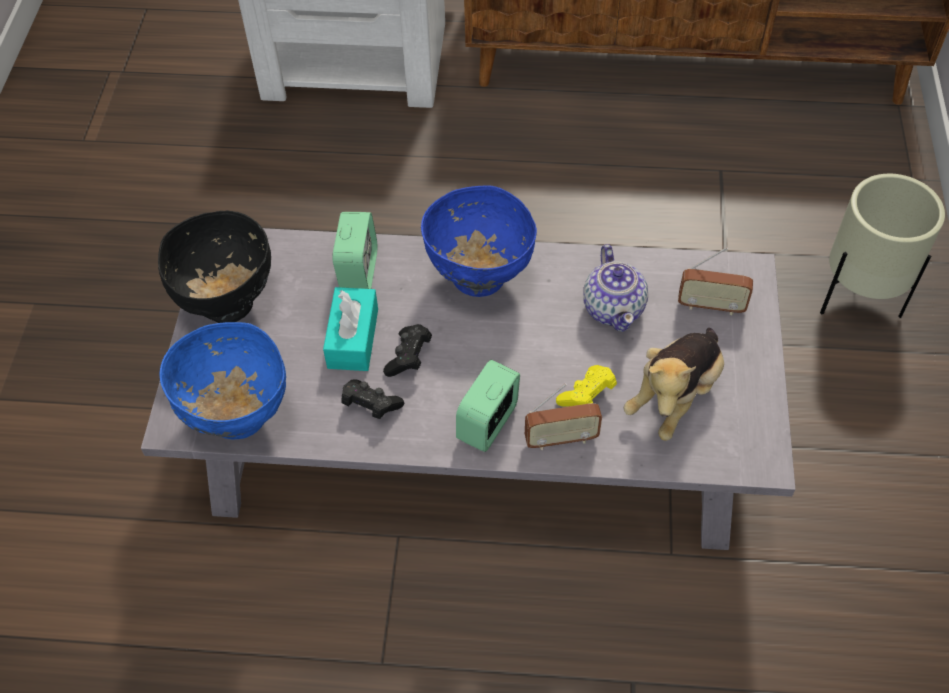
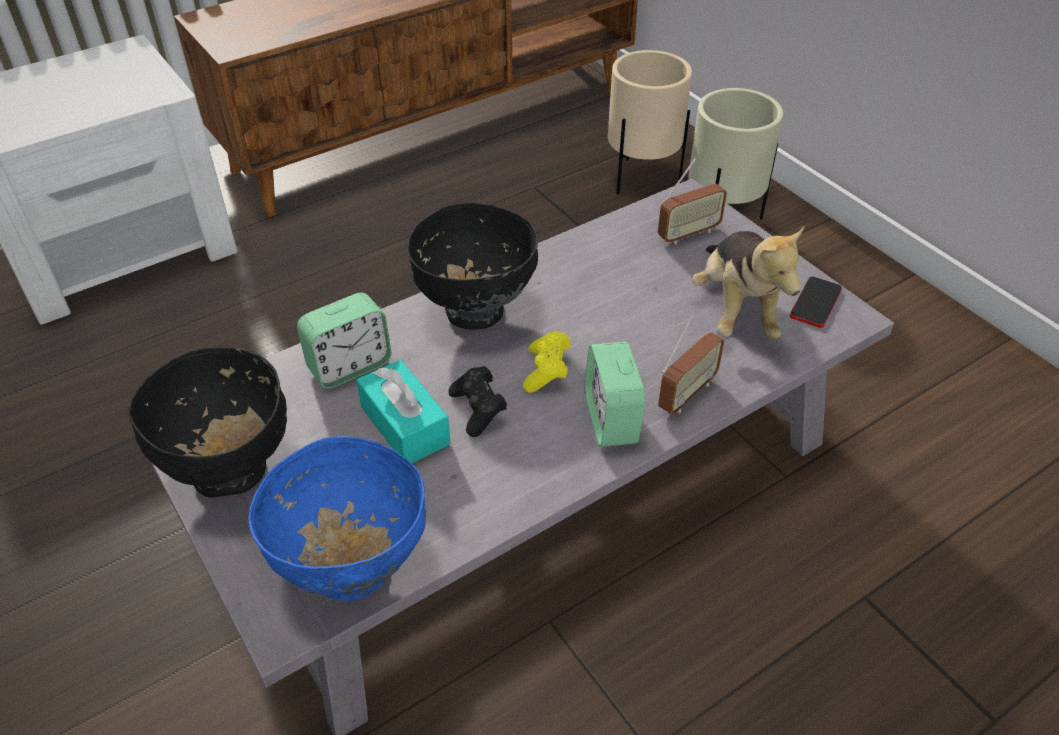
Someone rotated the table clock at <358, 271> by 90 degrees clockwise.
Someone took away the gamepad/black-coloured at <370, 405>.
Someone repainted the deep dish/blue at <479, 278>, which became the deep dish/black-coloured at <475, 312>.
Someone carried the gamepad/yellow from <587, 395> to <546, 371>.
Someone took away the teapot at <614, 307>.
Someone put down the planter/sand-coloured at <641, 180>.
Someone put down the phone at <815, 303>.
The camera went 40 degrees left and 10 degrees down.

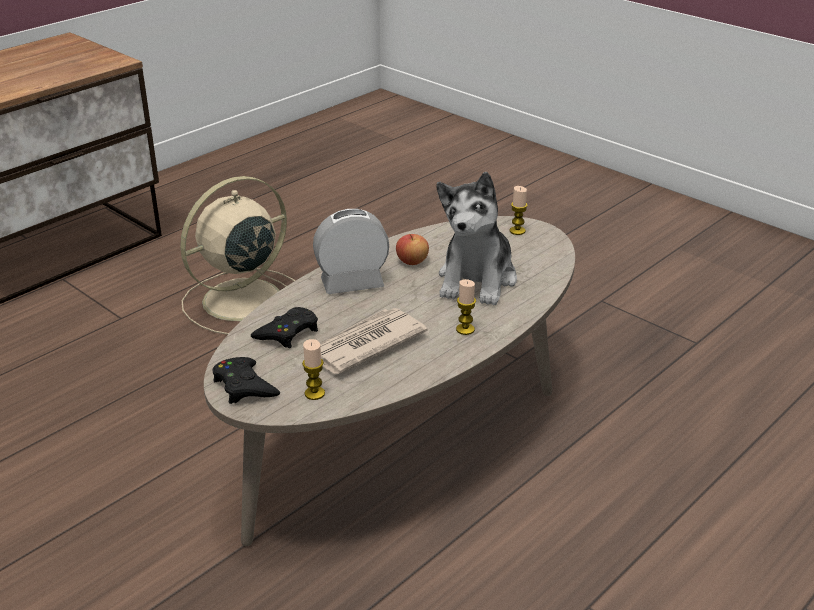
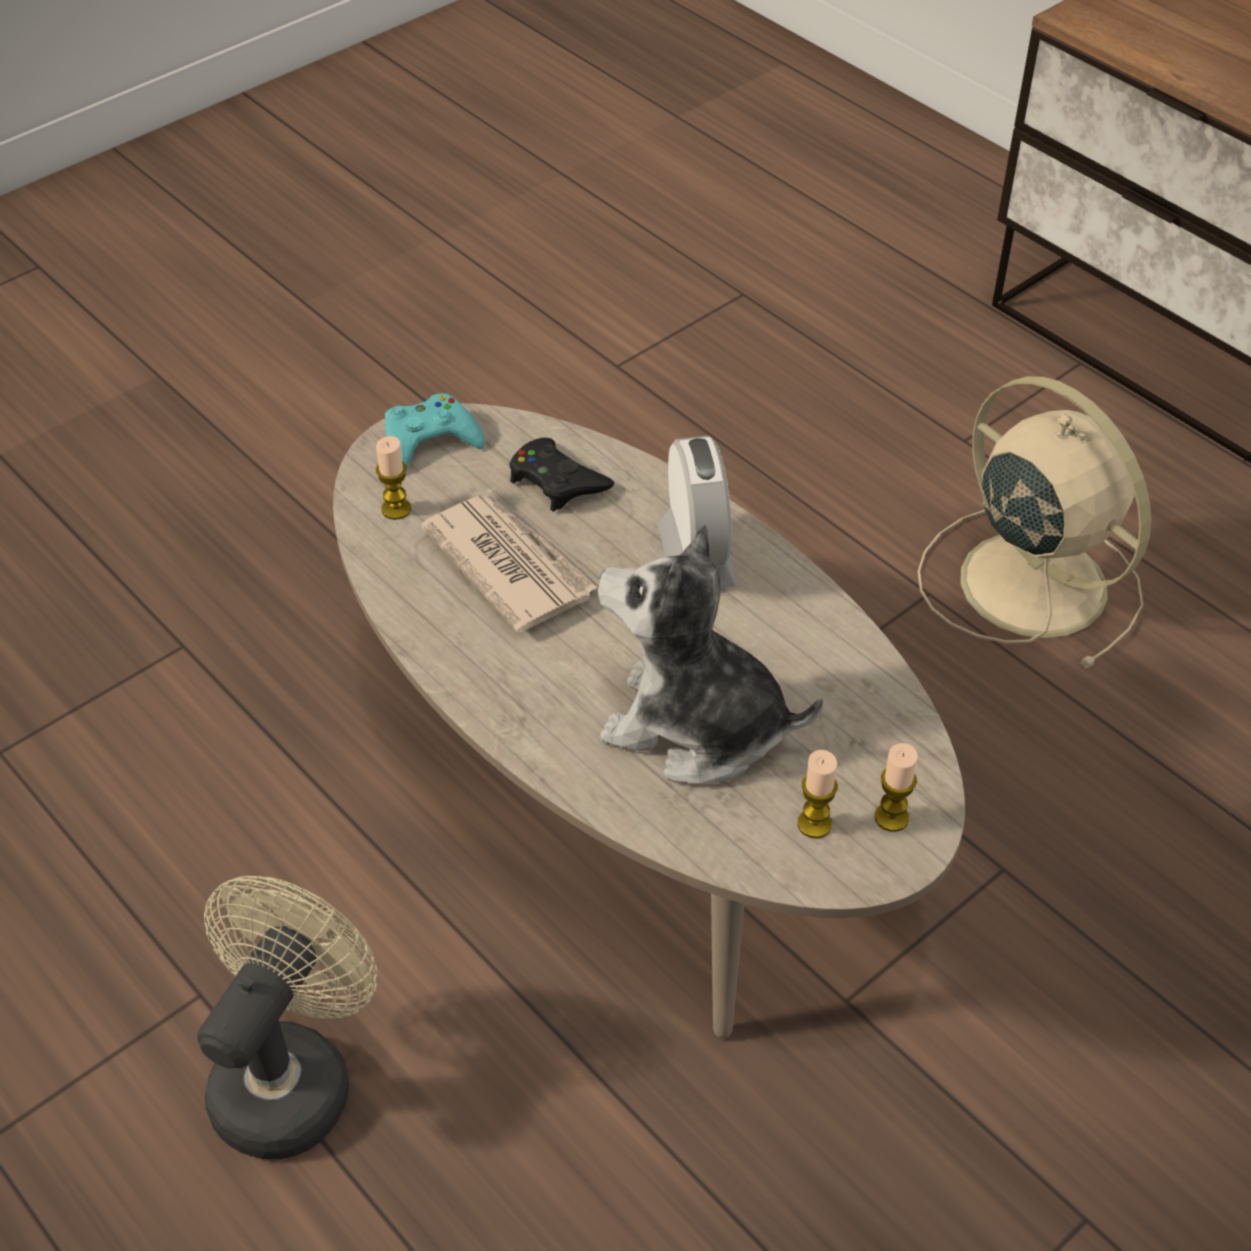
Someone repainted the gamepad/black-coloured at <244, 386>, which became the gamepad/turquoise-coloured at <429, 440>.
Someone took away the apple fruit at <412, 261>.
Someone carried the wax candle from <465, 329> to <814, 824>.
Someone put down the fan/sand-coloured at <292, 1075>.
The camera went 95 degrees right and 15 degrees up.

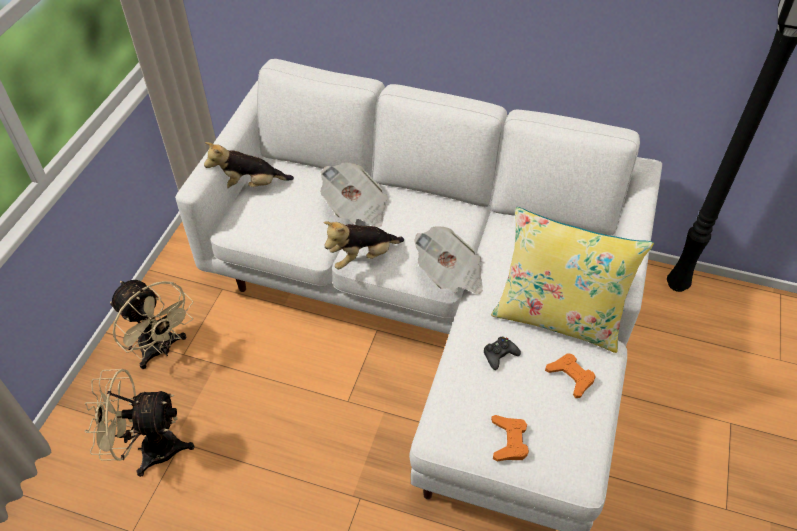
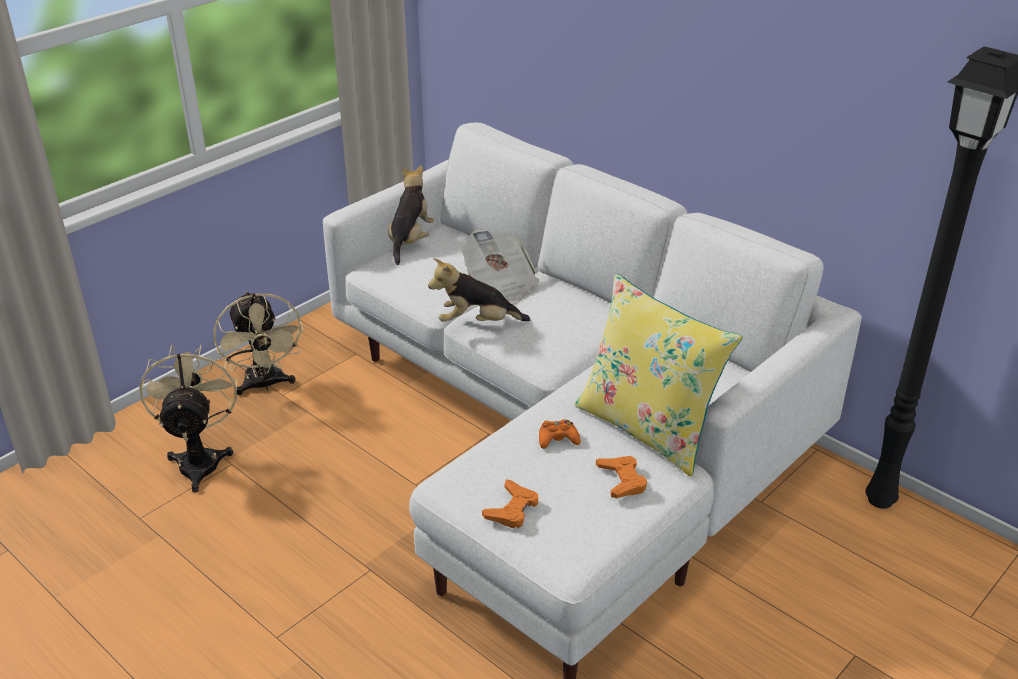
Someone rotated the fan/sand-coloured at <149, 448> by 60 degrees clockwise.
Someone rotated the soft toy at <250, 186> by 90 degrees clockwise.
Someone took away the daily paper at <450, 274>.
Someone repainted the gamepad/black-coloured at <499, 355>, which became the gamepad/orange at <557, 439>.
The camera went 25 degrees right and 15 degrees down.

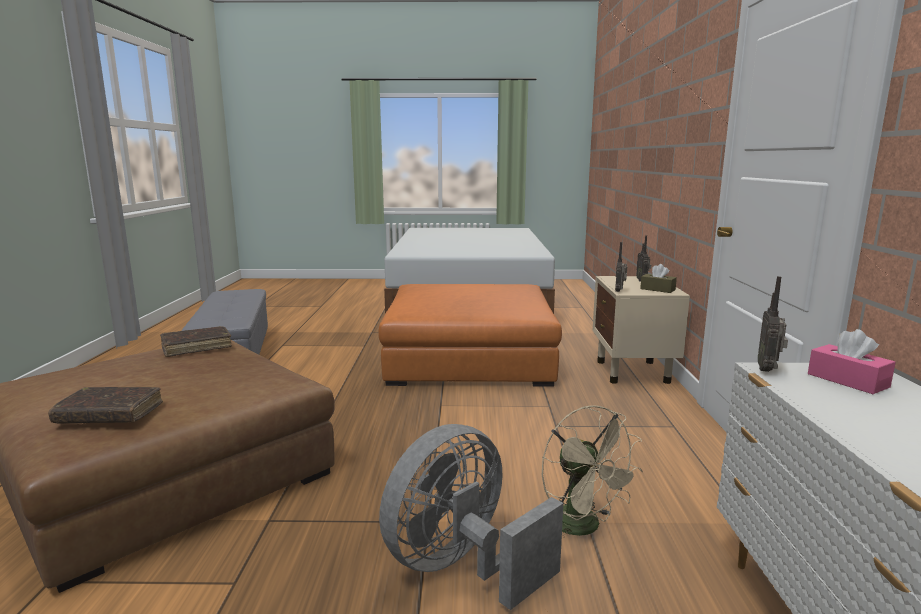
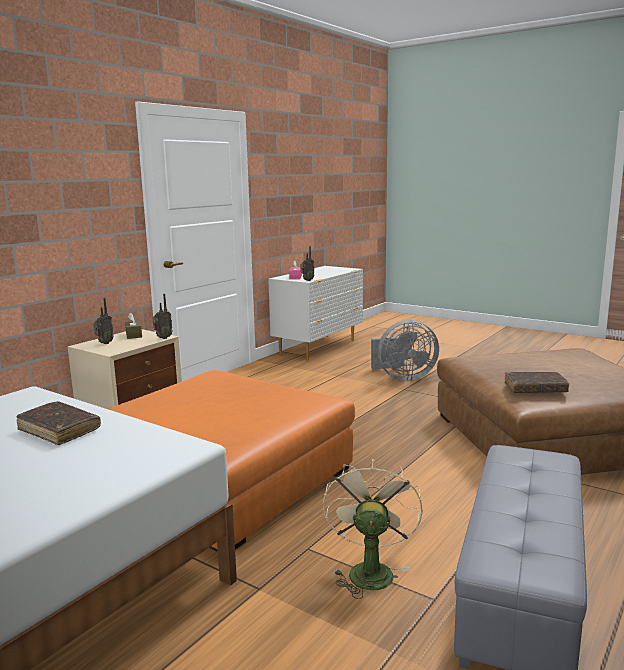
Someone carried the volume/brown from <109, 414> to <59, 430>.
Someone carried the fan/sand-coloured from <584, 527> to <369, 570>.
The camera went 145 degrees left and 0 degrees up.

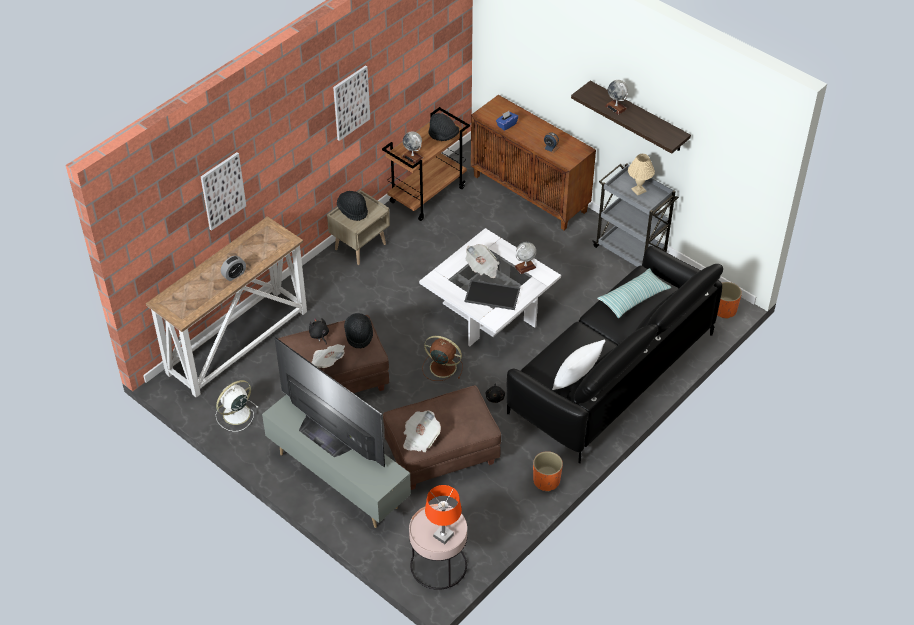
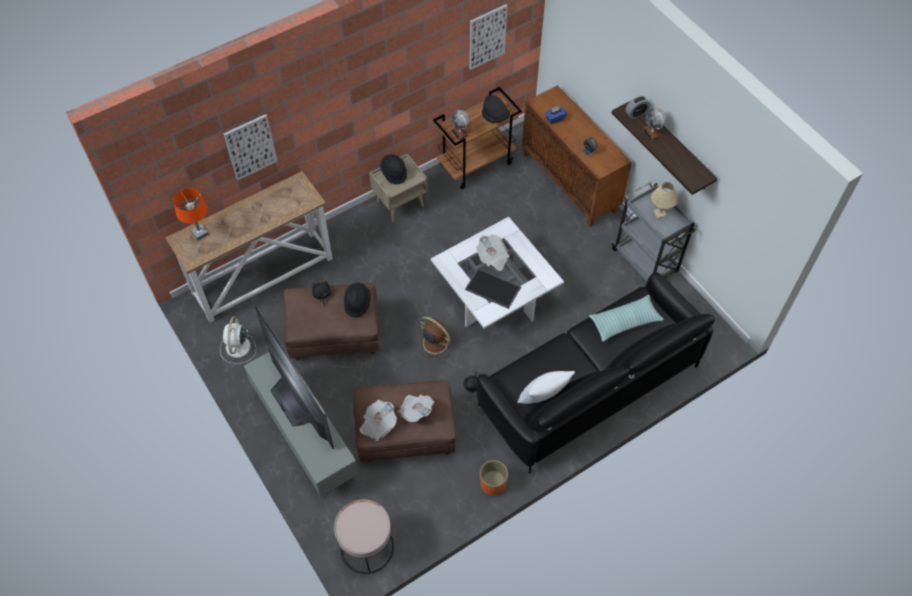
Someone rotated the fan/white at <235, 415> by 60 degrees counterclockwise.
Someone carried the table clock from <234, 275> to <636, 114>.
Someone carried the daily paper from <327, 362> to <415, 411>.
Someone carried the picture from <351, 102> to <487, 36>.
Someone carried the tabletop lamp/orange from <443, 535> to <200, 233>.
Someone took away the world globe at <525, 267>.
Someone took away the planter/orange at <724, 310>.
The camera went 15 degrees right and 10 degrees up.

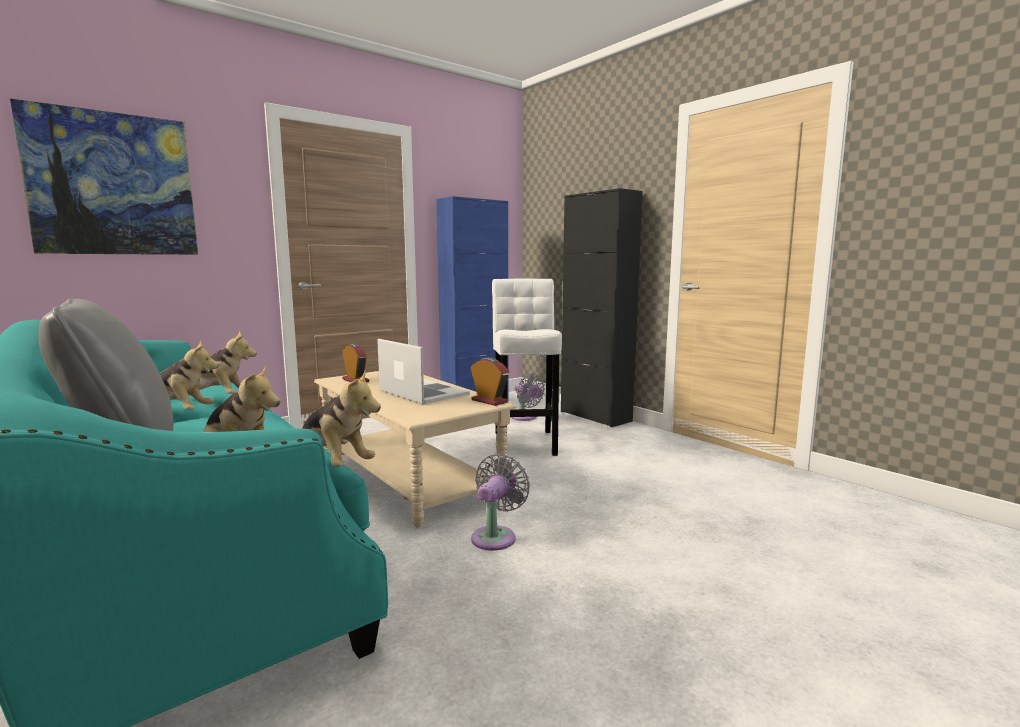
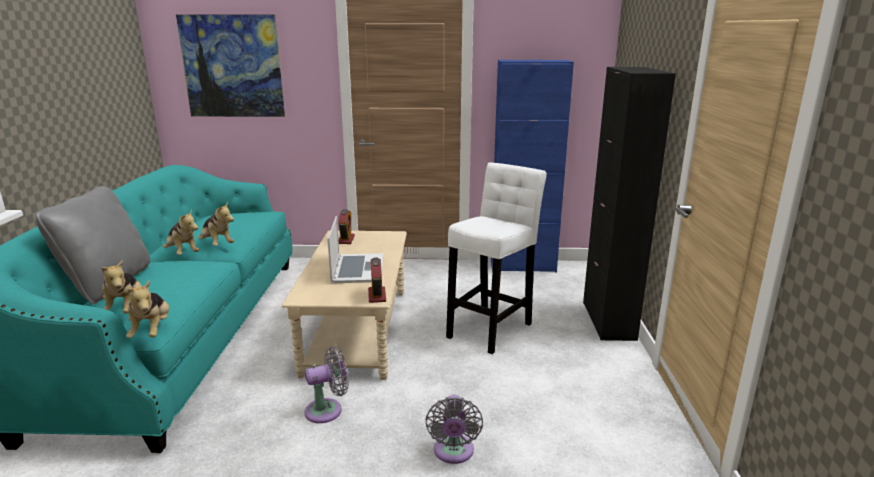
Someone carried the fan/gray from <525, 418> to <453, 453>.
The camera went 40 degrees right and 10 degrees up.

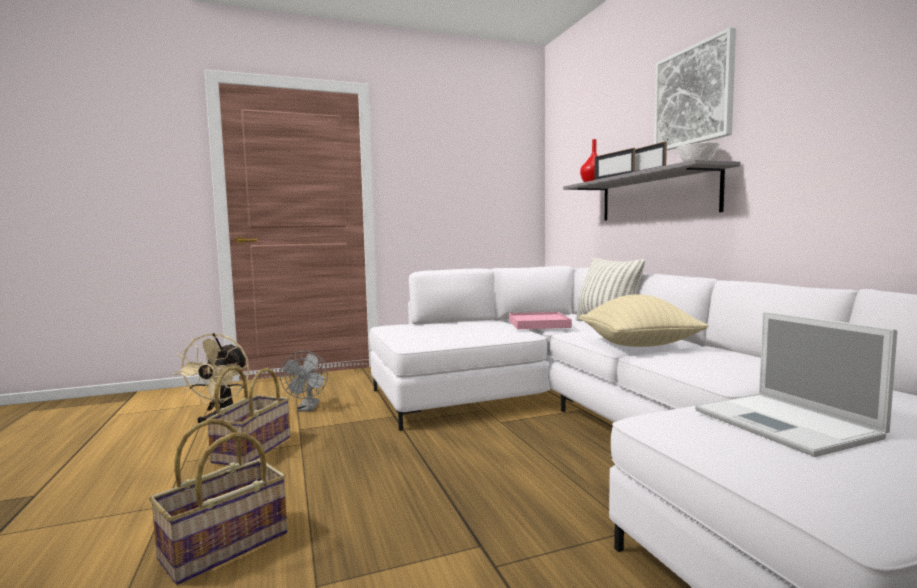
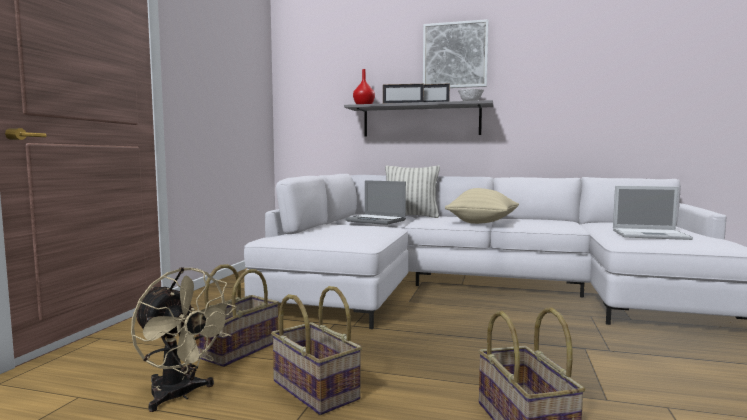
Someone swapped the fan/gray at <307, 409> for the storage basket at <238, 349>.
Someone swapped the carrying tray/pink at <539, 324> for the portable computer at <377, 221>.
The camera went 55 degrees left and 0 degrees up.

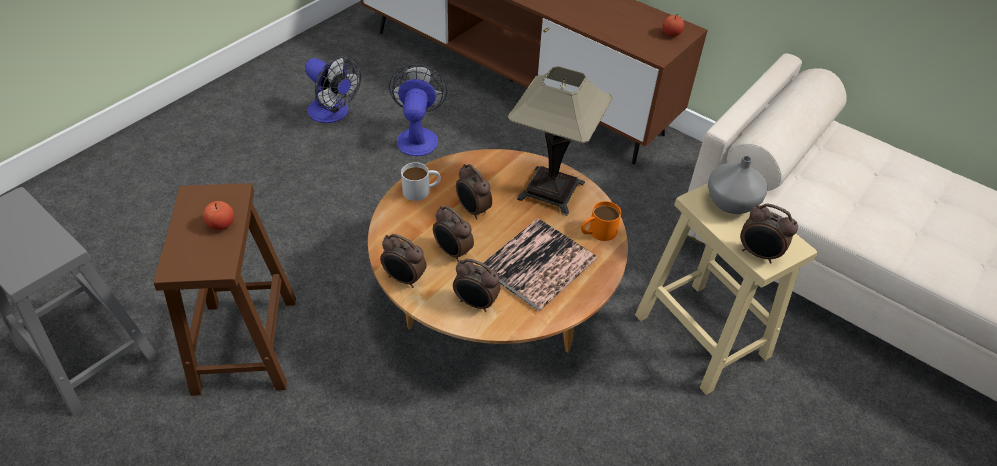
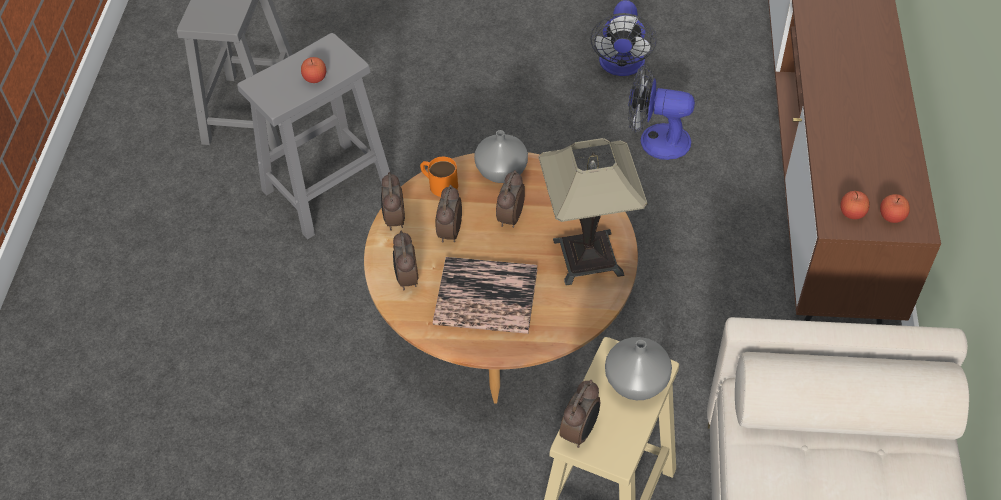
Someone repainted the sitting stool/brown at <246, 342>, which became the sitting stool/gray at <329, 187>.
Someone rotated the fan at <418, 136> by 135 degrees counterclockwise.
Someone swapped the mug/white at <421, 190> for the decorative vase/gray at <502, 171>.
Someone carried the mug/orange from <597, 232> to <438, 183>.
Someone rotated the table clock at <758, 254> by 150 degrees counterclockwise.
Someone put down the apple fruit at <852, 213>.
The camera went 60 degrees right and 5 degrees up.

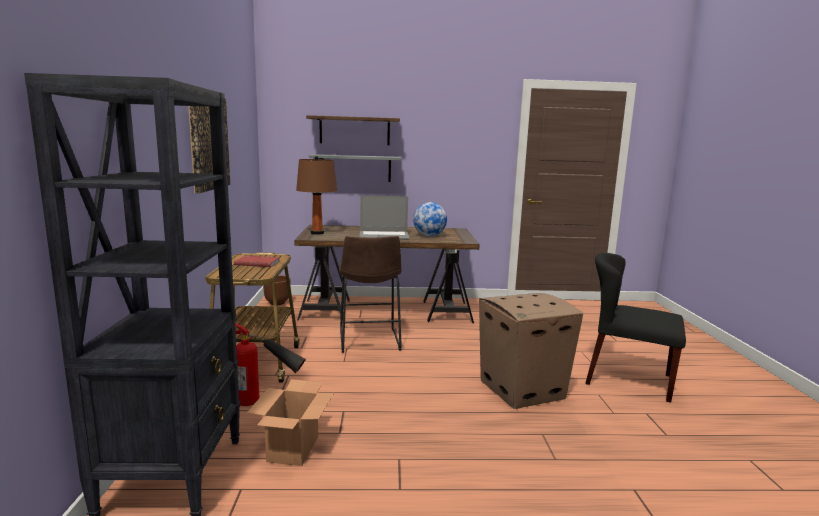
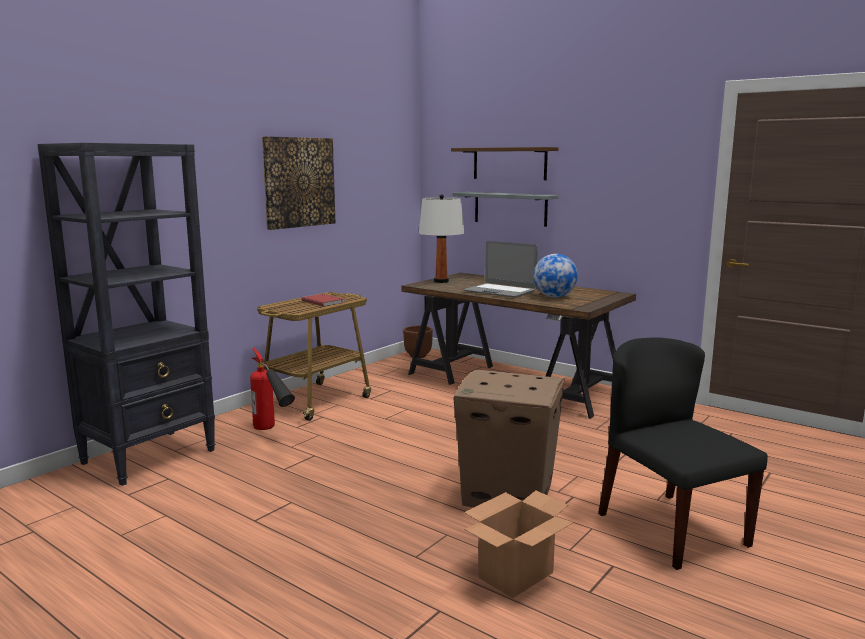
Someone carried the cardboard box from <293, 449> to <515, 576>.
Someone repainted the tabletop lamp/brown at <317, 233>, which became the tabletop lamp/white at <441, 281>.
Someone took away the sitting stool/brown at <369, 341>.
The camera went 40 degrees right and 0 degrees up.

